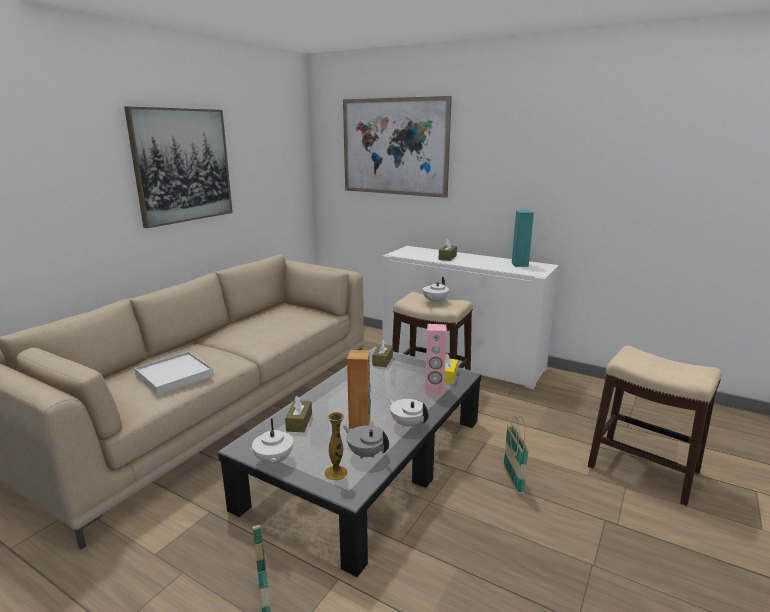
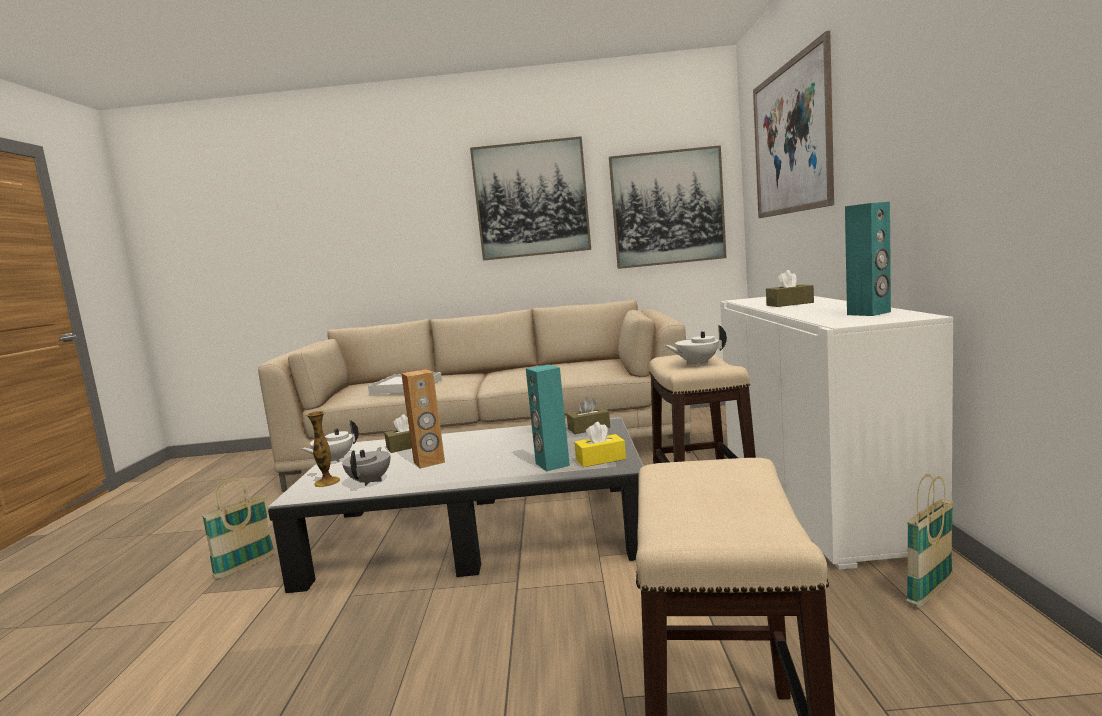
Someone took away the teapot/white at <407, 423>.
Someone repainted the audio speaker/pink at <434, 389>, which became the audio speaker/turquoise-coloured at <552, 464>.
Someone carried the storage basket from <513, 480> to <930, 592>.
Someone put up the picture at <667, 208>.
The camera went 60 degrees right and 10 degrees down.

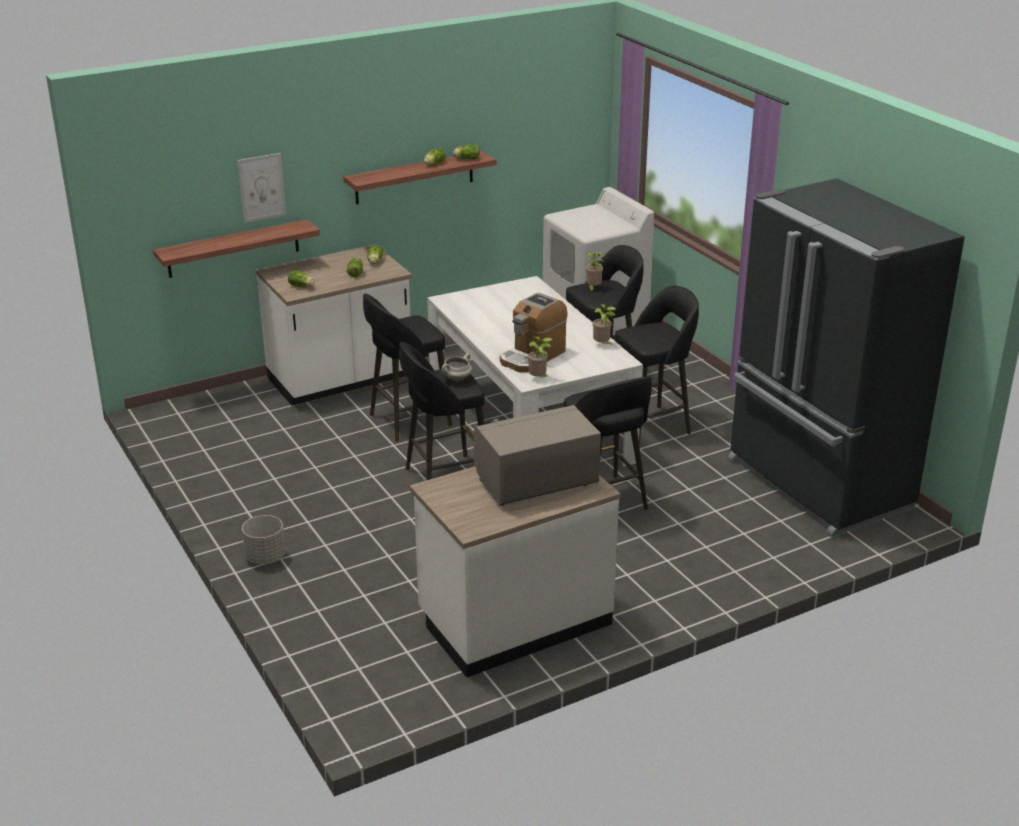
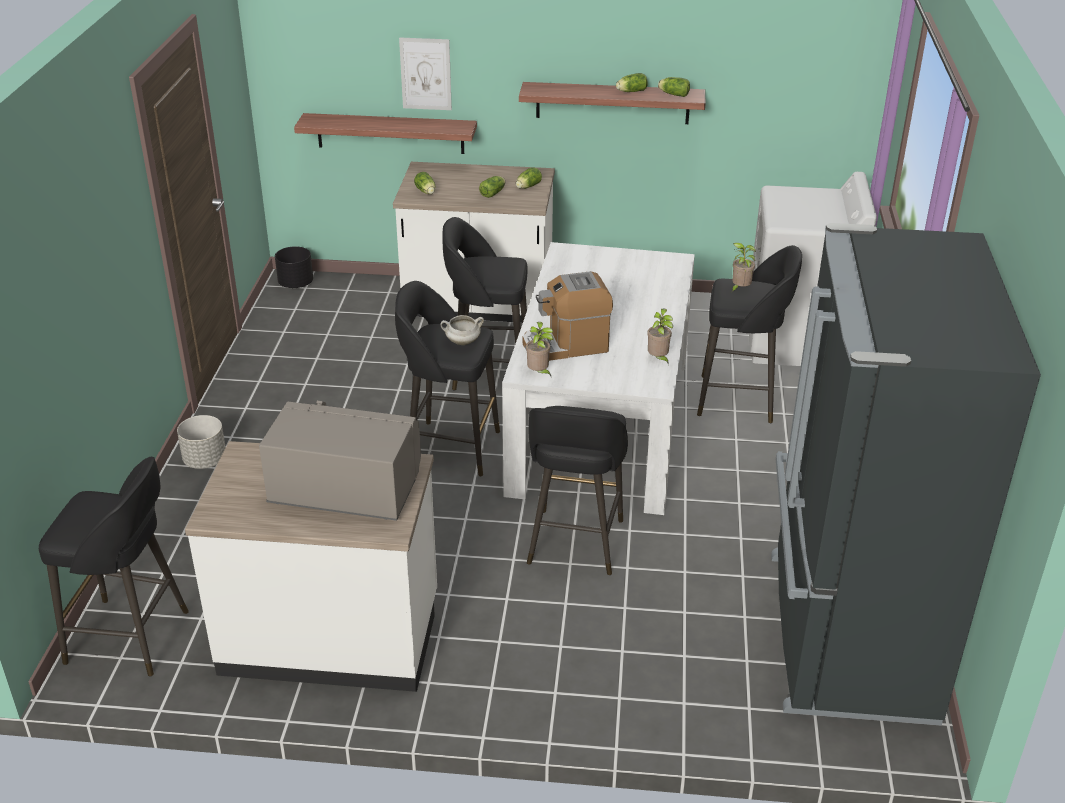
Someone carried the sitting stool/black-coloured from <650, 426> to <131, 638>.
Someone put down the planter/black-coloured at <296, 284>.
The camera went 35 degrees right and 5 degrees up.

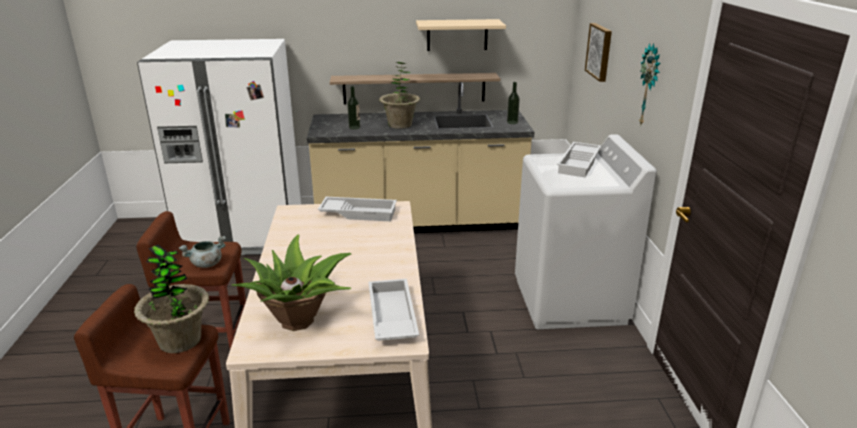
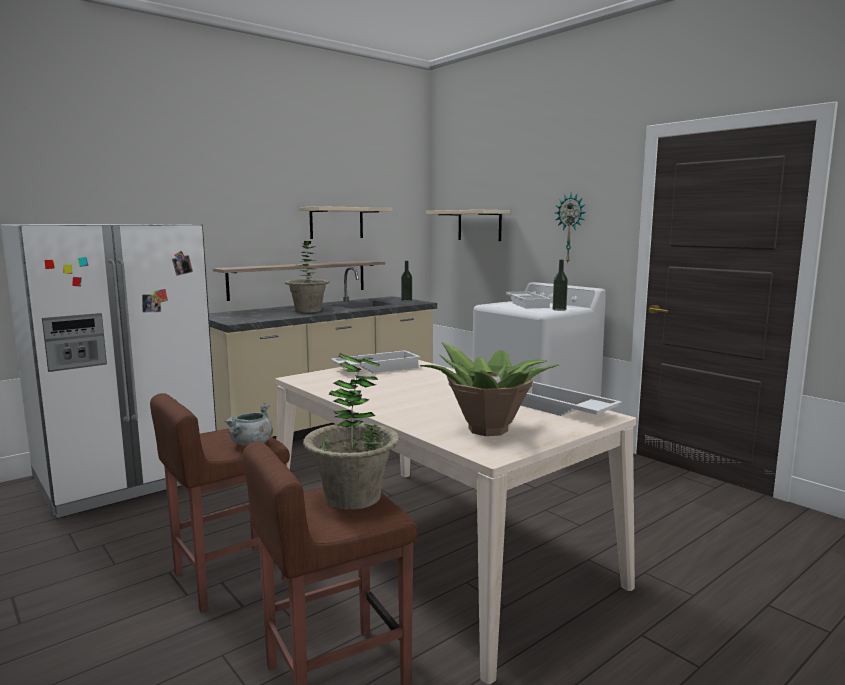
Someone carried the drink bottle from <354, 127> to <559, 309>.
Someone swapped the picture at <600, 51> for the bracket shelf/sand-coloured at <479, 225>.
The camera went 35 degrees left and 15 degrees down.

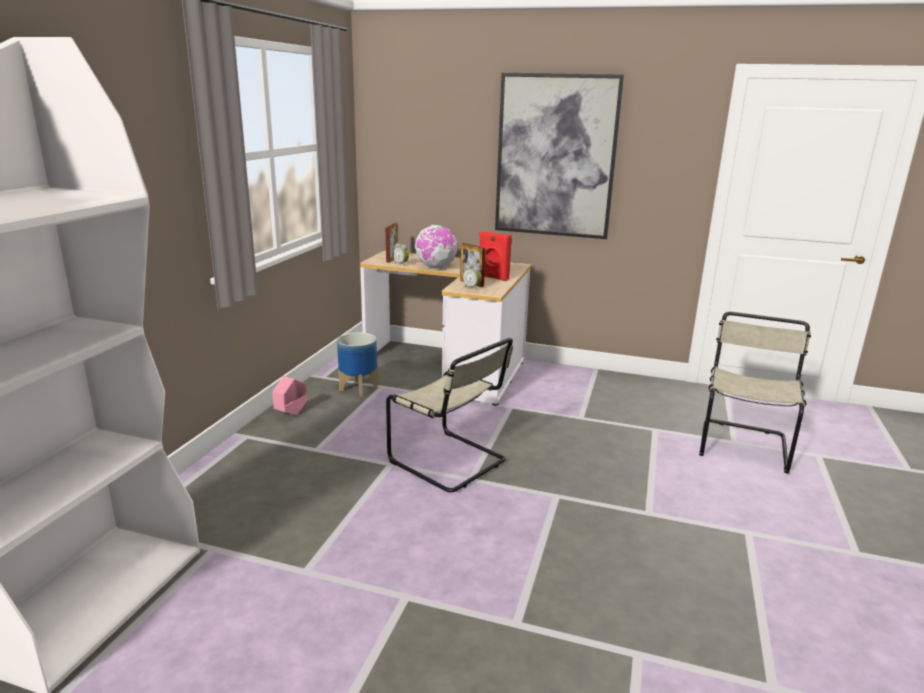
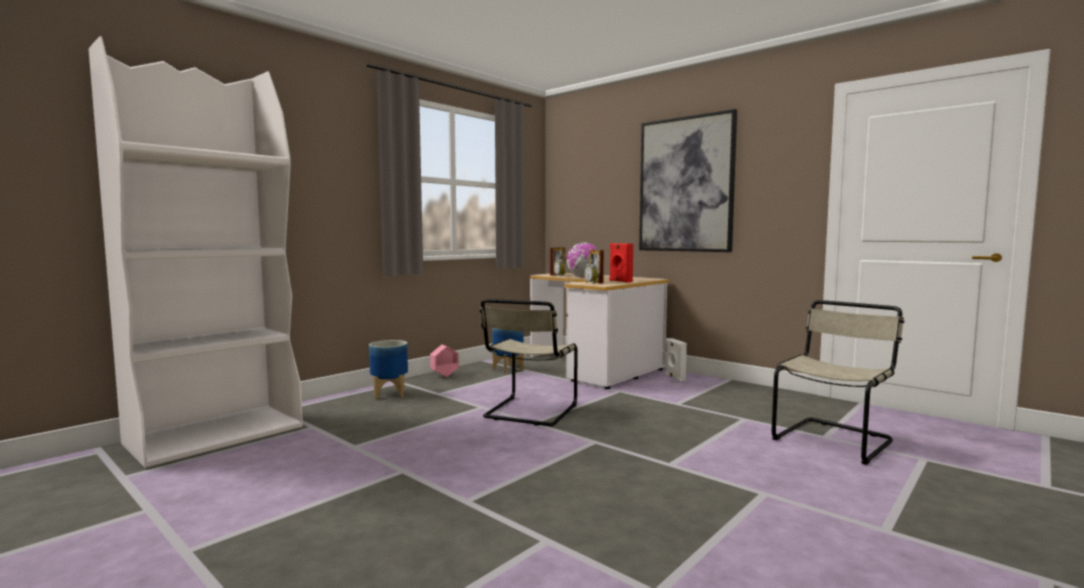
Someone rotated the plain chair/sand-coloured at <451, 462> by 45 degrees clockwise.
Someone put down the planter at <389, 394>.
Someone put down the audio speaker/white at <674, 377>.
The camera went 25 degrees right and 15 degrees down.

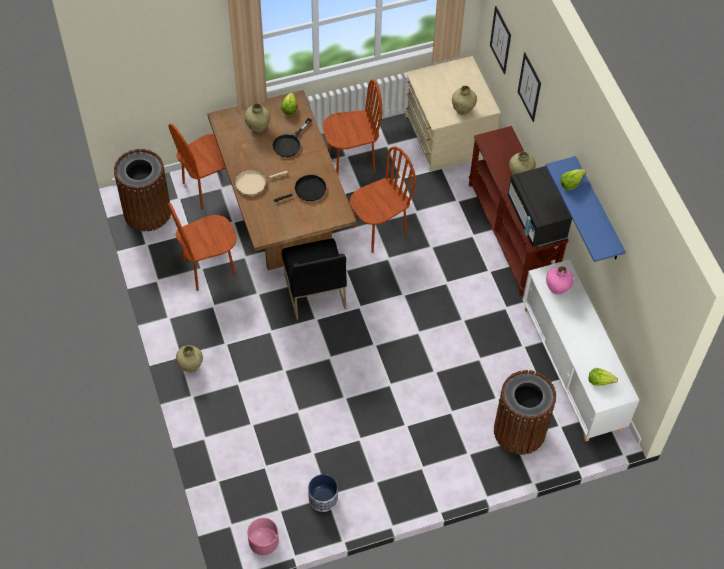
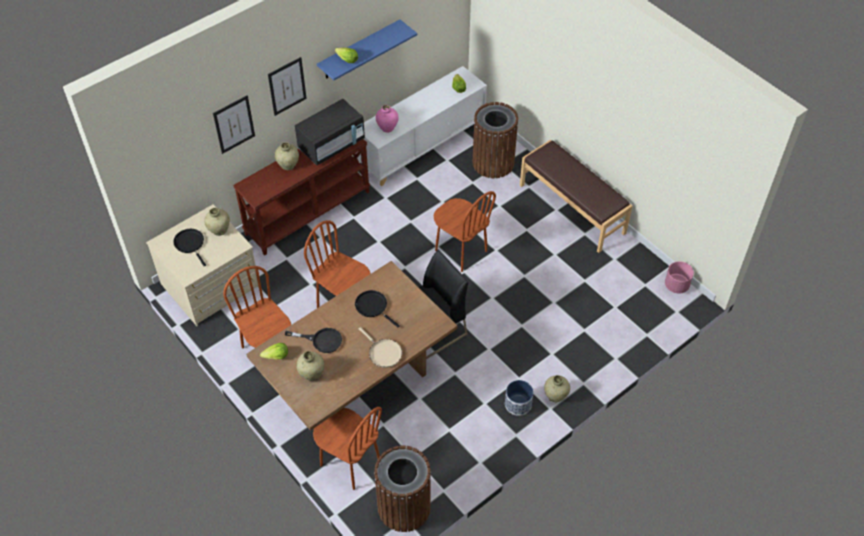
Someone carried the plain chair/brown from <209, 268> to <460, 251>.
Someone carried the planter from <323, 498> to <518, 404>.
Someone carried the picture from <500, 40> to <287, 86>.
Someone put down the skillet/black-coloured at <190, 244>.
Someone put down the bench/brown at <572, 208>.
The camera went 110 degrees left and 5 degrees down.

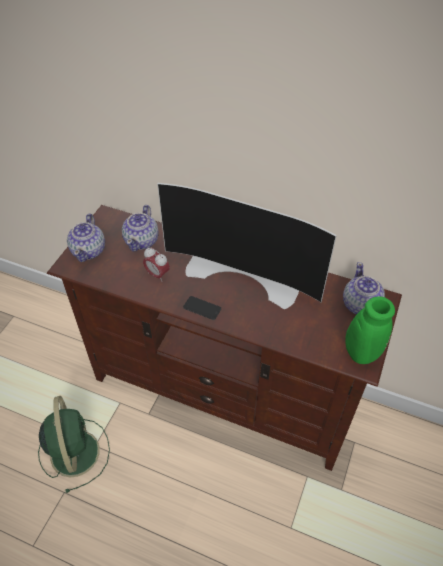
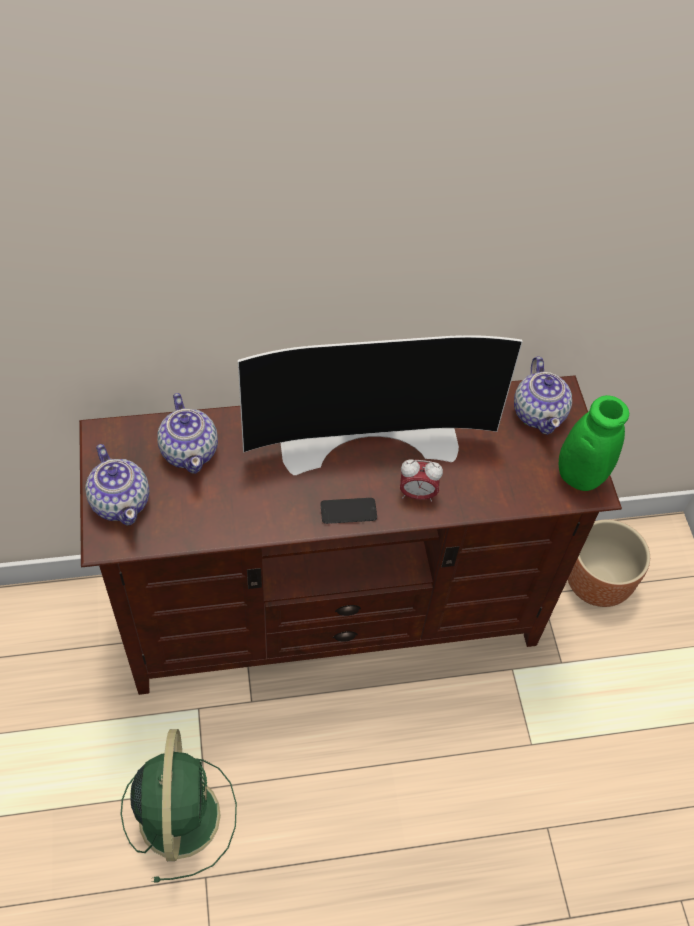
Someone rotated the fan/greenish at <74, 451> by 45 degrees clockwise.
Someone carried the table clock from <157, 275> to <417, 494>.
Someone rotated the teapot at <360, 305> by 150 degrees counterclockwise.
Someone put down the planter/brown at <596, 583>.
The camera went 35 degrees left and 5 degrees up.

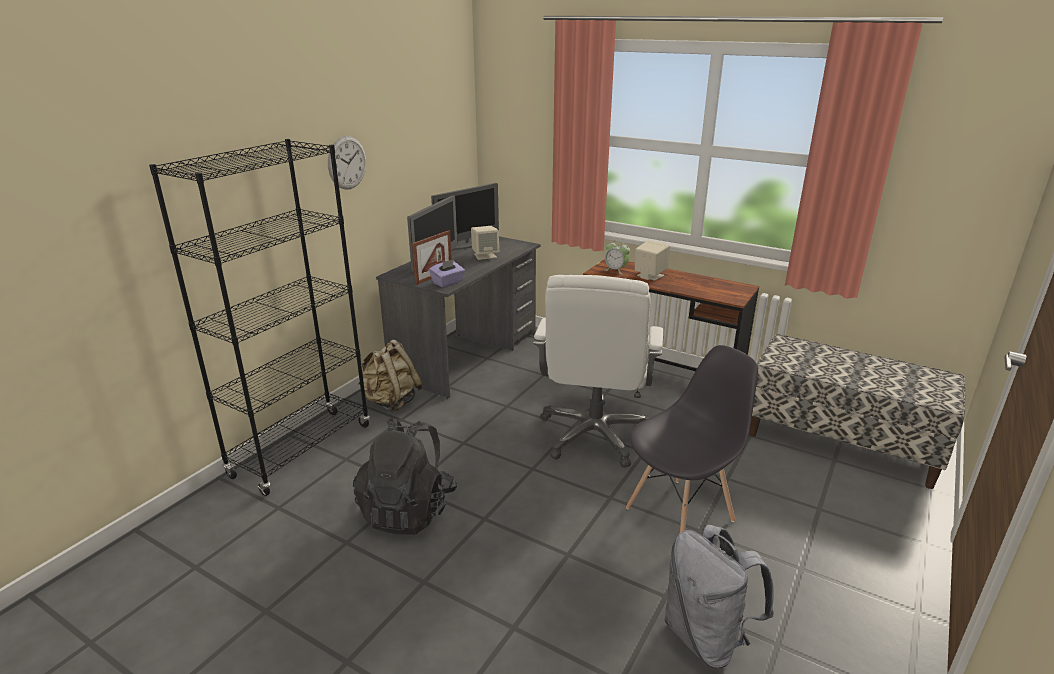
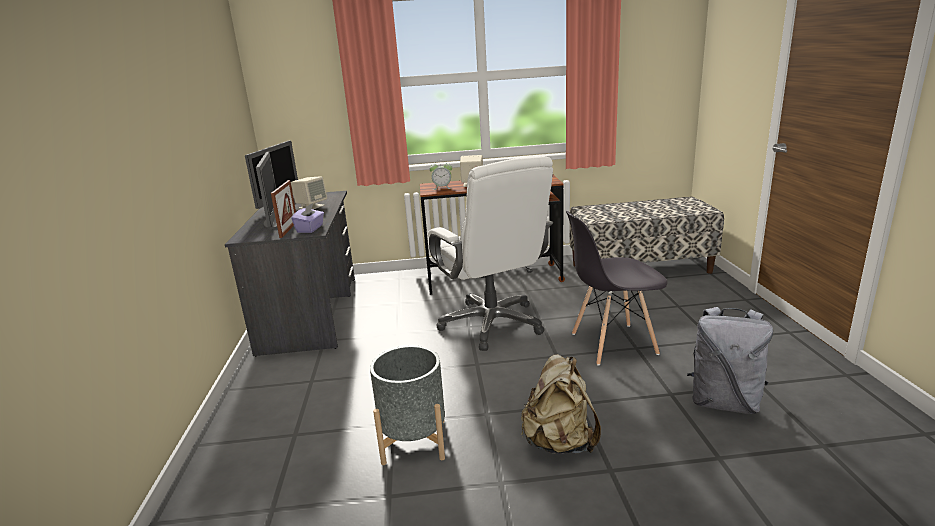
Someone took away the bookshelf/black-coloured at <302, 450>.
Someone took away the wall clock at <347, 163>.
Someone swapped the backpack/black-coloured at <408, 510> for the planter/gray at <414, 441>.
Someone carried the backpack/sand-coloured from <391, 402> to <559, 442>.
Someone rotated the plain chair/gray at <680, 513> by 120 degrees counterclockwise.
The camera went 35 degrees left and 5 degrees down.

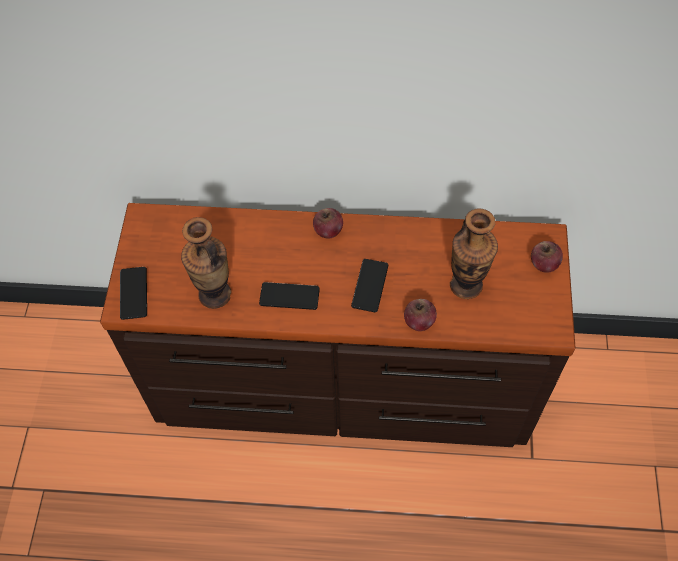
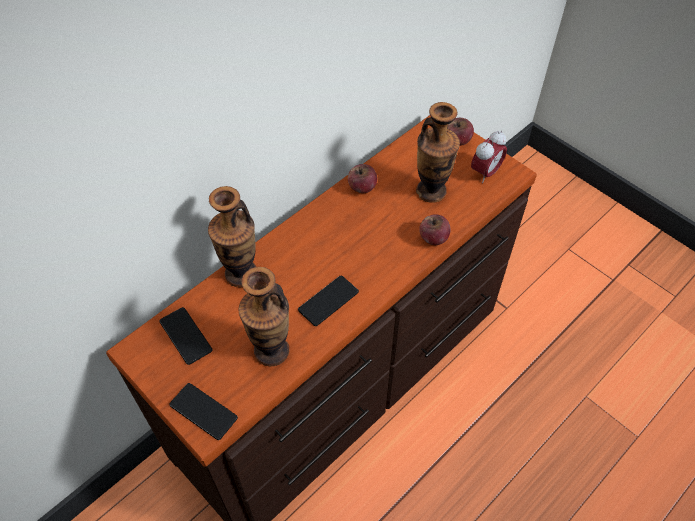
Someone carried the apple fruit from <328, 230> to <362, 187>.
Someone carried the phone from <370, 286> to <185, 336>.
Someone put down the decorative vase at <241, 274>.
Someone put down the table clock at <485, 173>.
The camera went 50 degrees left and 5 degrees down.

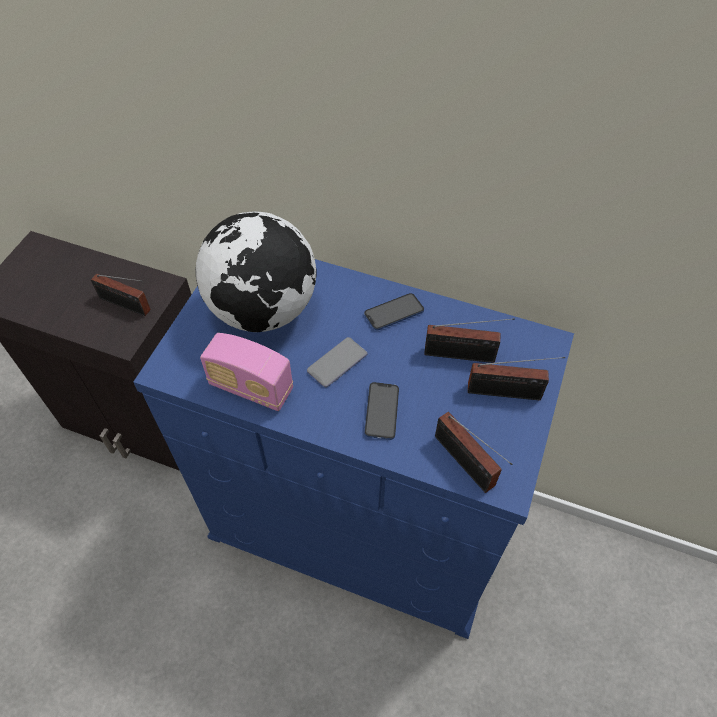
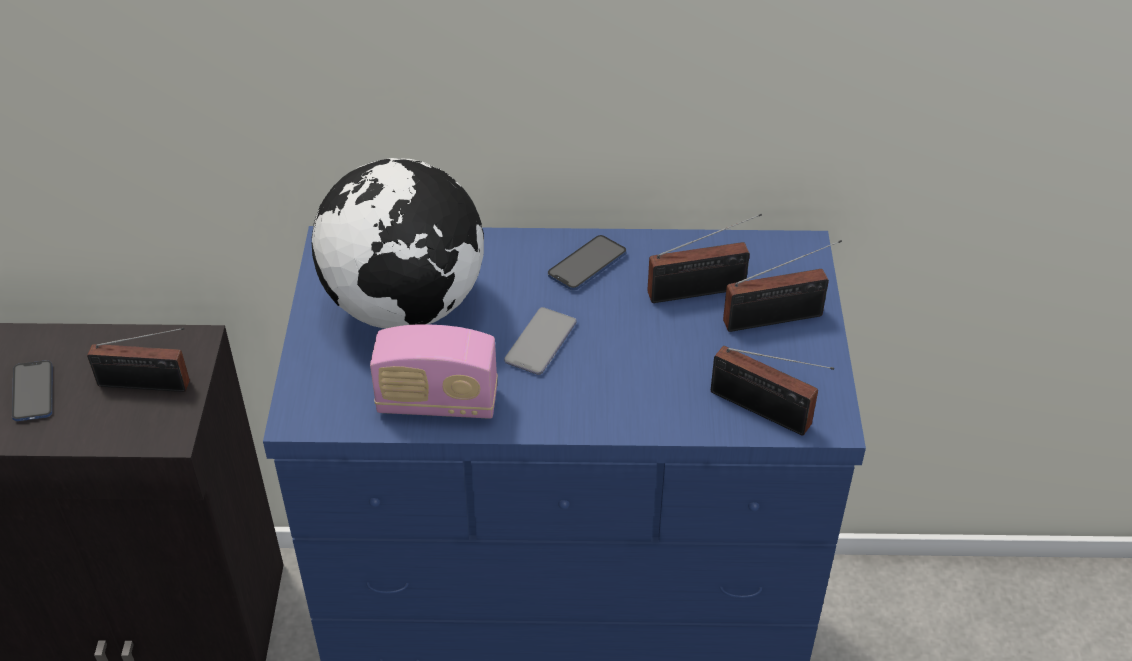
Someone carried the phone from <381, 411> to <33, 392>.
The camera went 20 degrees left and 10 degrees down.

